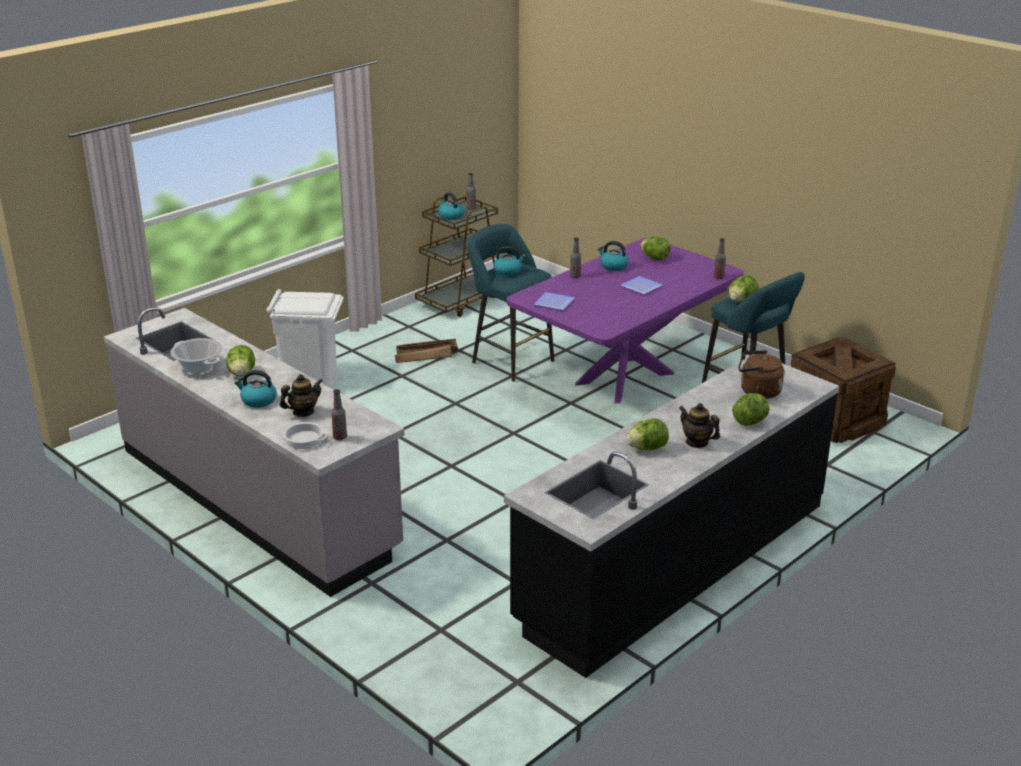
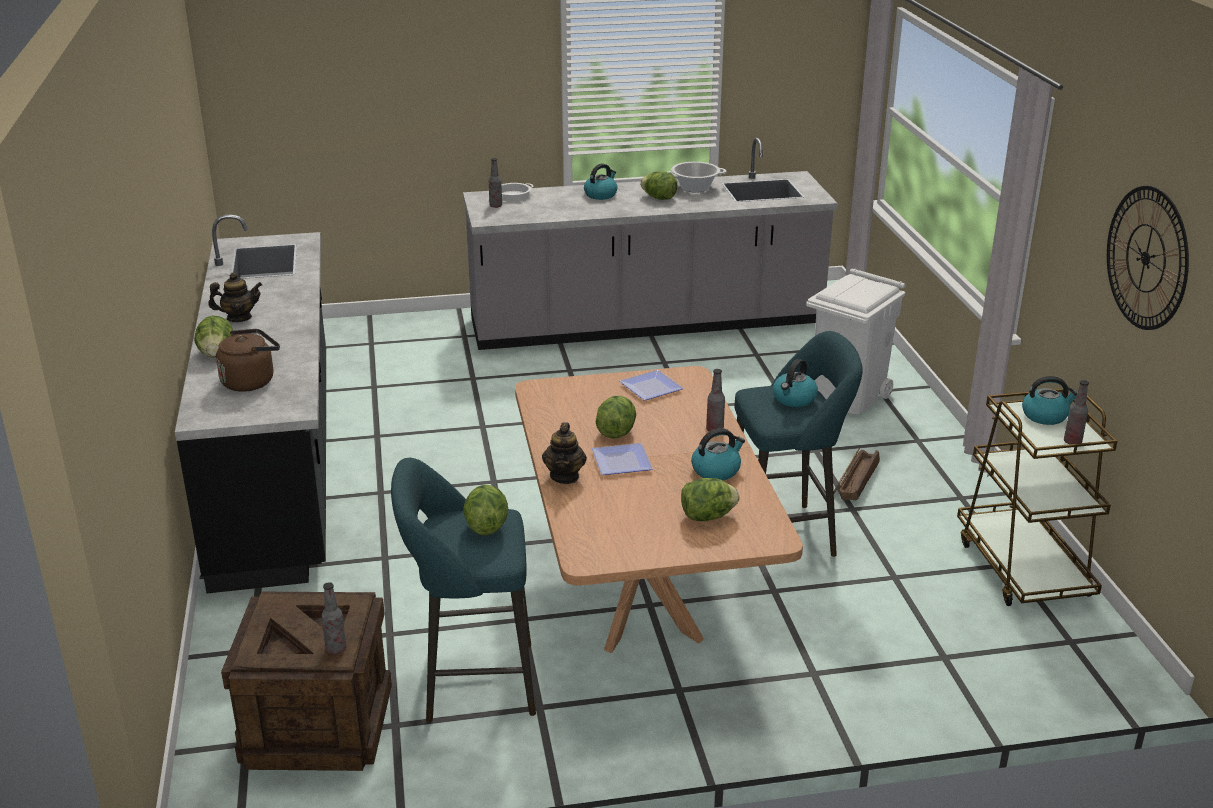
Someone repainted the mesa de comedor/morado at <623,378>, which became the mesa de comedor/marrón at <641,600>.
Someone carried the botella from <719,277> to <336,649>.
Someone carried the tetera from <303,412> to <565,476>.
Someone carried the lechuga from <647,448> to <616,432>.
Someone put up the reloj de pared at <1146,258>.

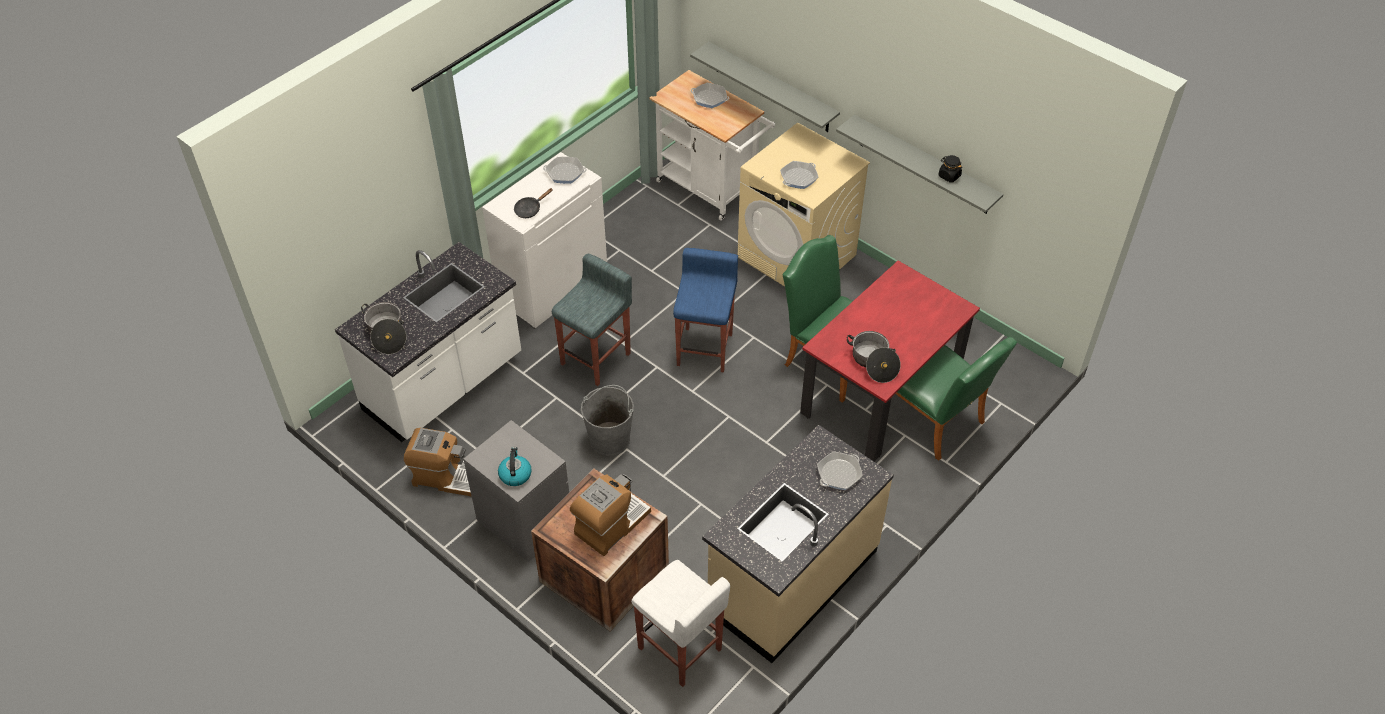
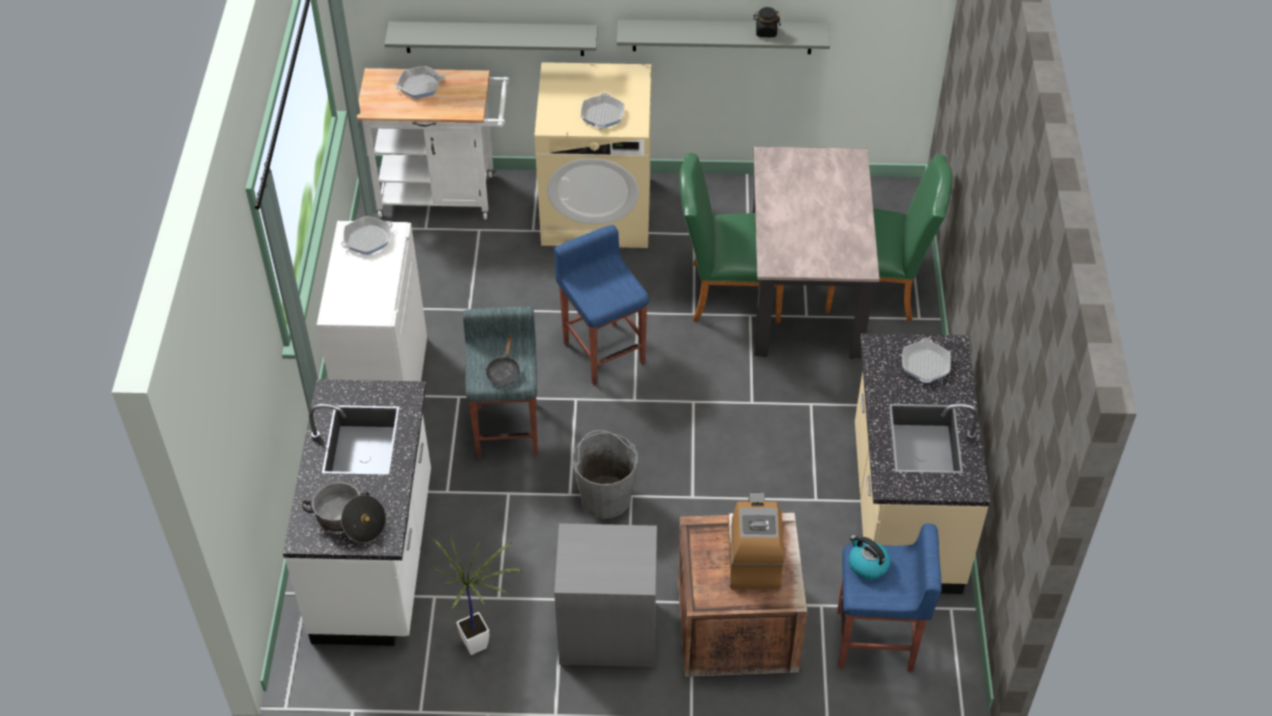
Someone carried the sartén/negro from <530,209> to <504,372>.
Someone repainted the mesa de comedor/rojo at <880,394>, which became the mesa de comedor/beis at <805,293>.
Someone took away the olla at <873,362>.
Someone swapped the cafetera at <446,476> for the planta en maceta at <481,645>.
Someone carried the hervidor from <515,474> to <867,565>.
Someone repainted the taburete/blanco at <680,650>, which became the taburete/azul at <876,641>.

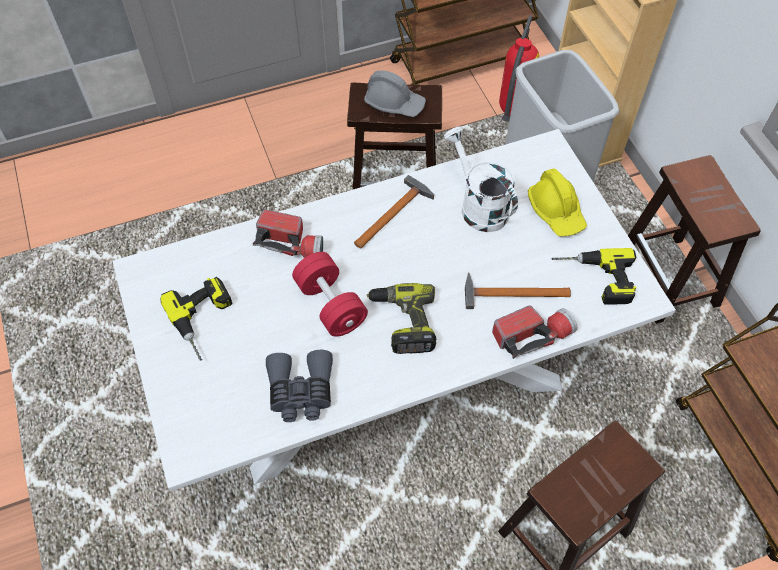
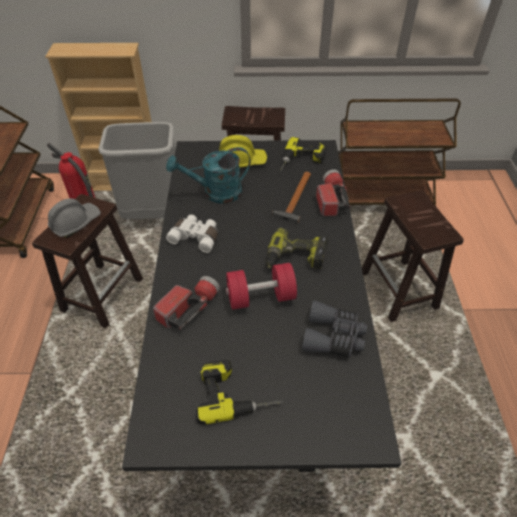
Someone repainted the regadera/blanco at <478,205>, which became the regadera/turquesa at <216,193>.
Someone repainted the mesa de comedor/blanco at <389,379>, which became the mesa de comedor/negro at <260,348>.
Someone swapped the martillo at <394,213> for the prismáticos/blanco at <196,237>.

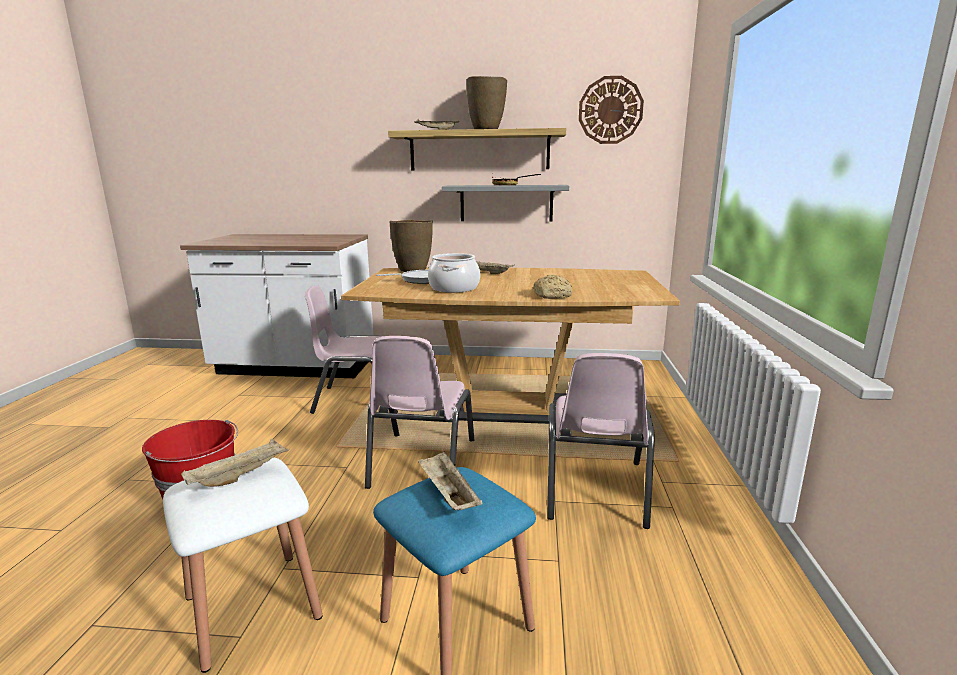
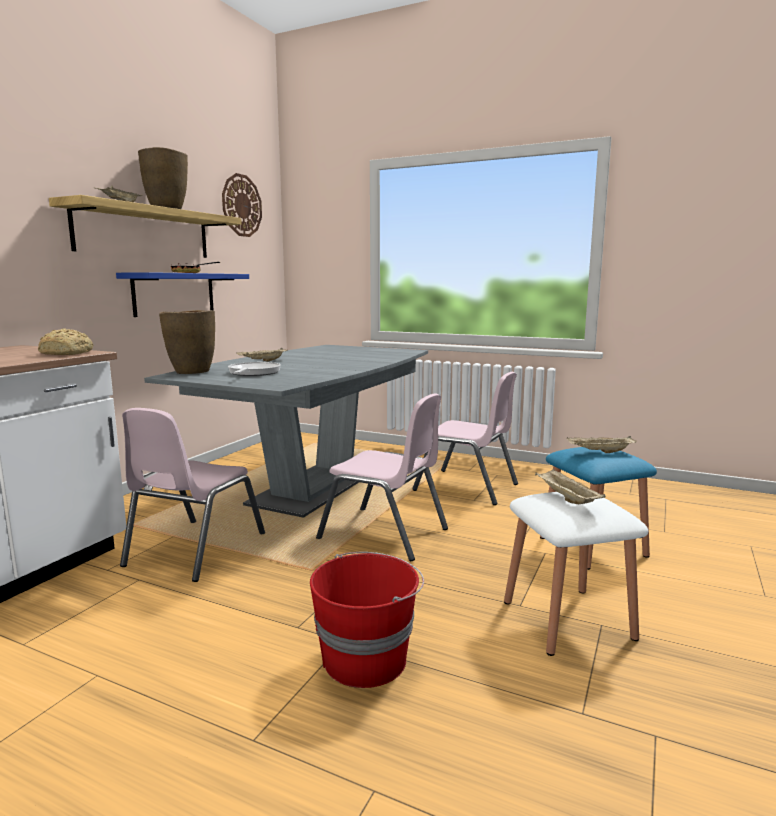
Someone repainted the estante/gris at <506,203>, which became the estante/azul at <174,294>.
Someone took away the olla at <454,288>.
Someone repainted the mesa de comedor/marrón at <507,408>, which became the mesa de comedor/gris at <313,489>.
Someone carried the pan from <553,296> to <68,353>.

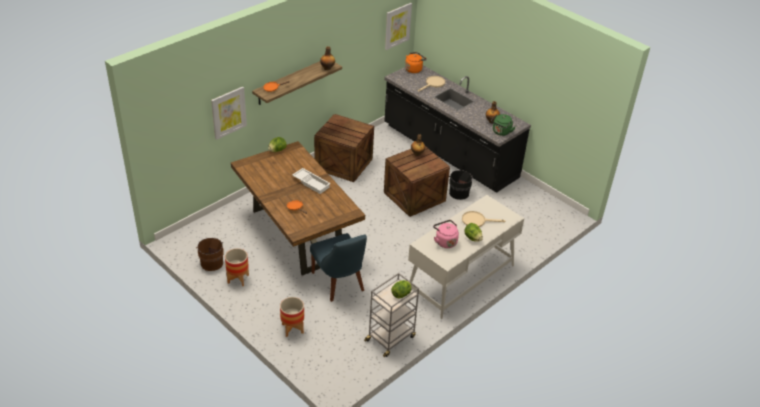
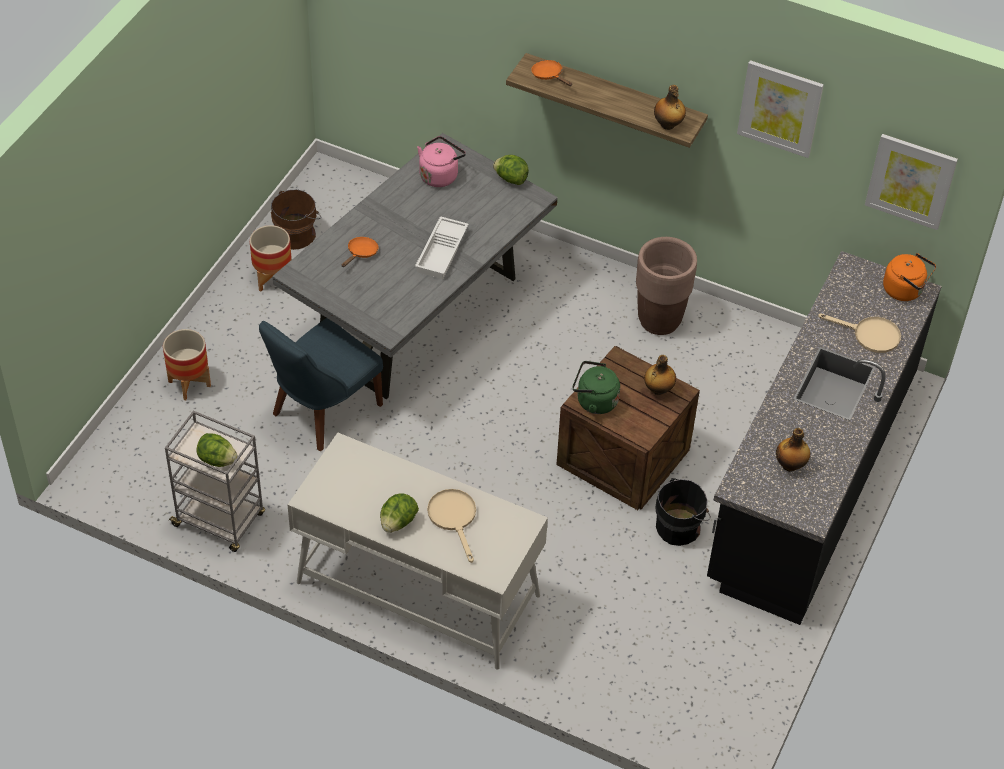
Someone carried the cuadro from <228,112> to <780,108>.
Someone swapped the caja de embalaje at <343,164> for the maceta/marrón at <659,320>.
Someone carried the hervidor/verde from <501,132> to <594,401>.
Someone repainted the mesa de comedor/marrón at <297,235>, which became the mesa de comedor/gris at <418,318>.
Someone carried the hervidor/rosa from <445,241> to <440,175>.

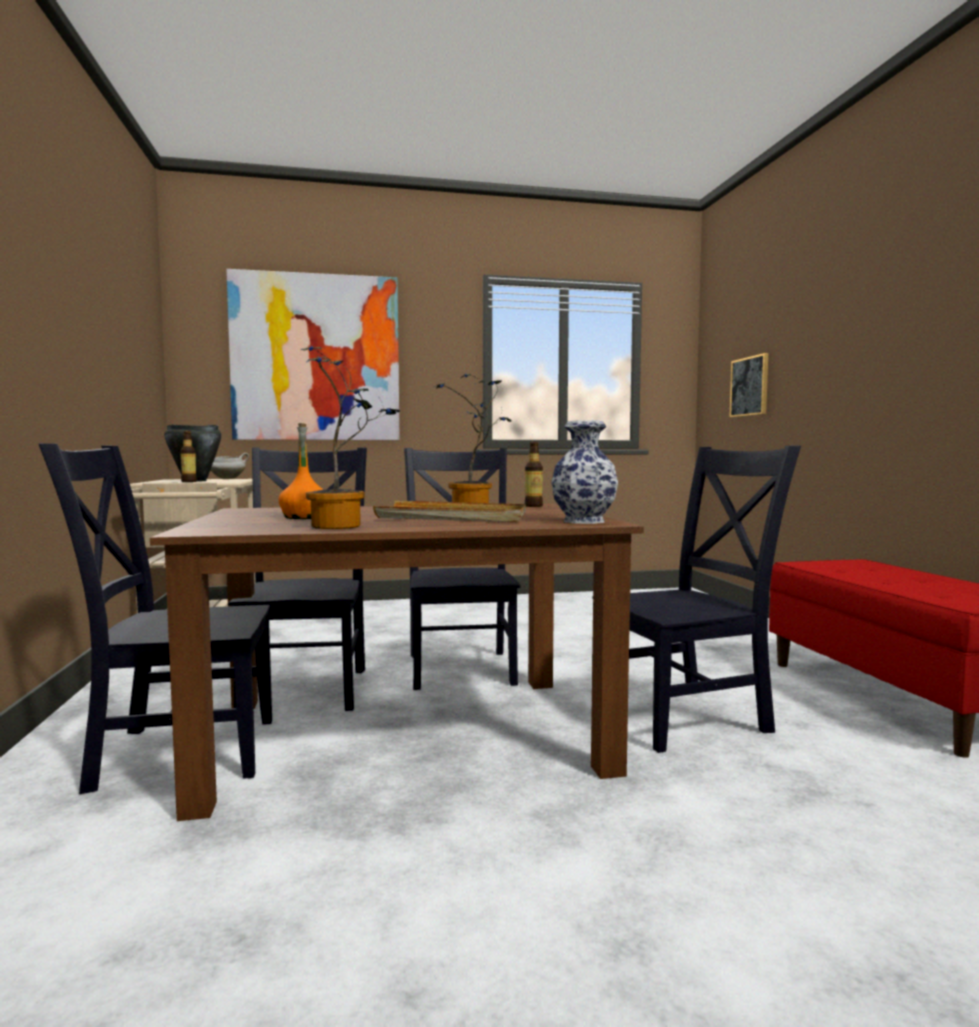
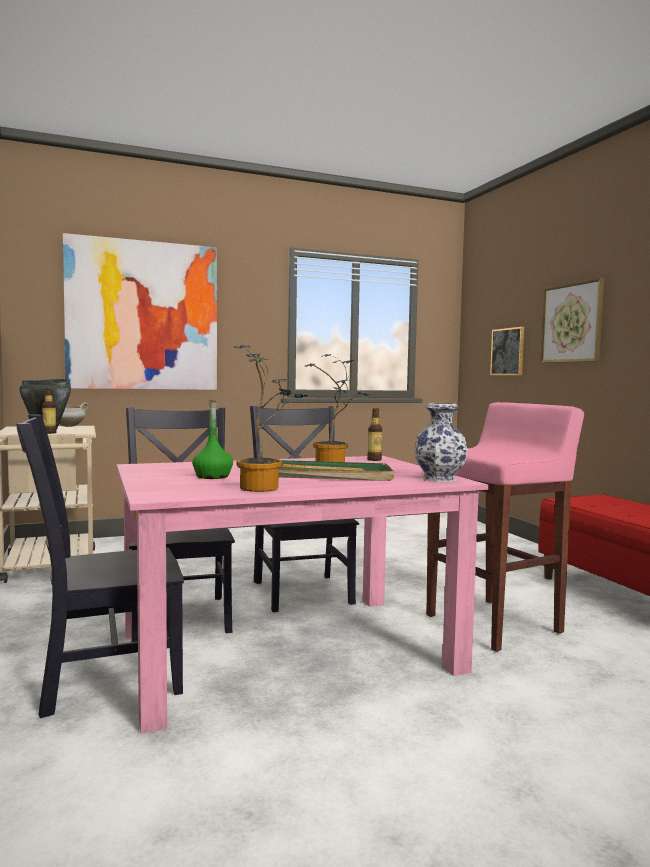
Someone repainted the botella/naranja at <304,517>, which became the botella/verde at <212,476>.
Someone swapped the silla/negro at <686,717> for the taburete/rosa at <495,624>.
Someone repainted the bandeja/beis at <453,517>, which became the bandeja/verde at <334,476>.
Someone repainted the mesa de comedor/marrón at <408,733>, which became the mesa de comedor/rosa at <288,649>.
Someone put up the cuadro at <572,323>.

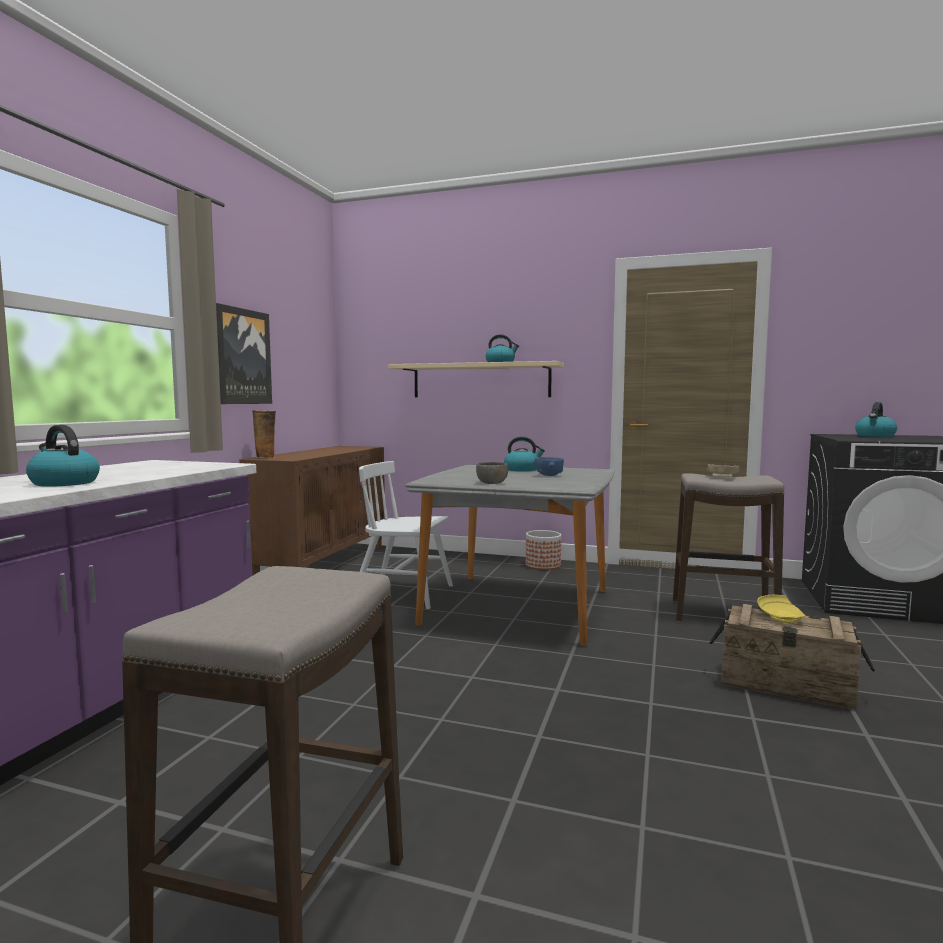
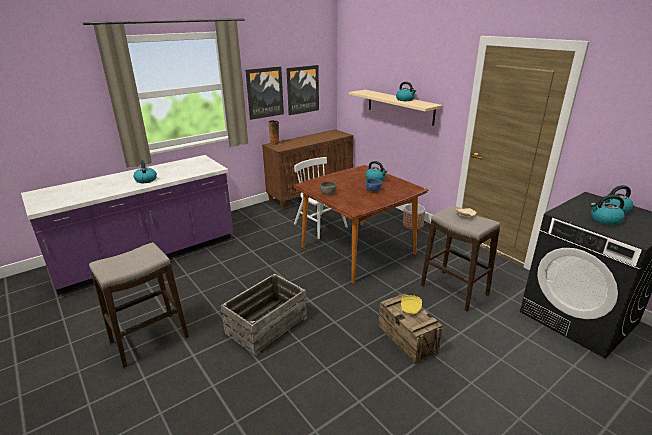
Someone repainted the mesa de comedor/gris at <518,607>, which became the mesa de comedor/marrón at <358,250>.
Someone put up the cuadro at <302,89>.
Someone put down the hervidor at <605,220>.
Someone put down the caja de embalaje at <266,325>.

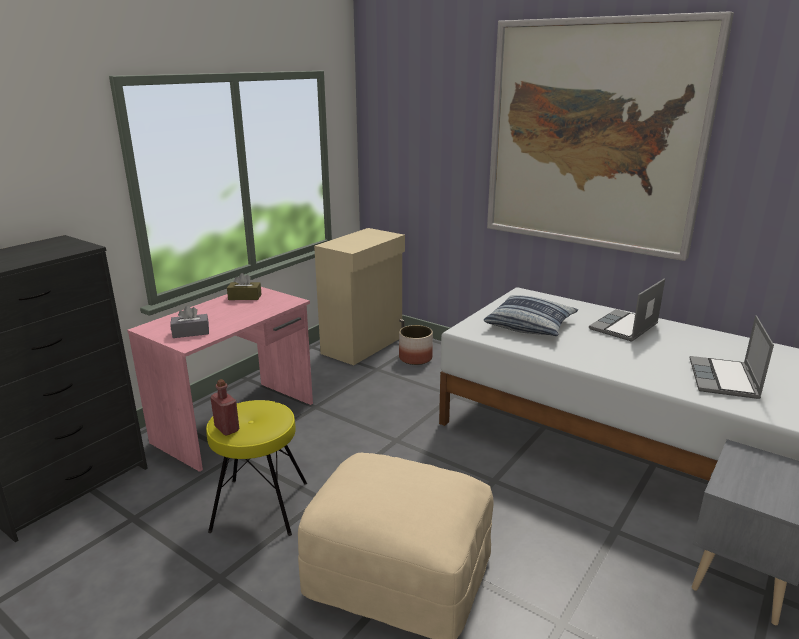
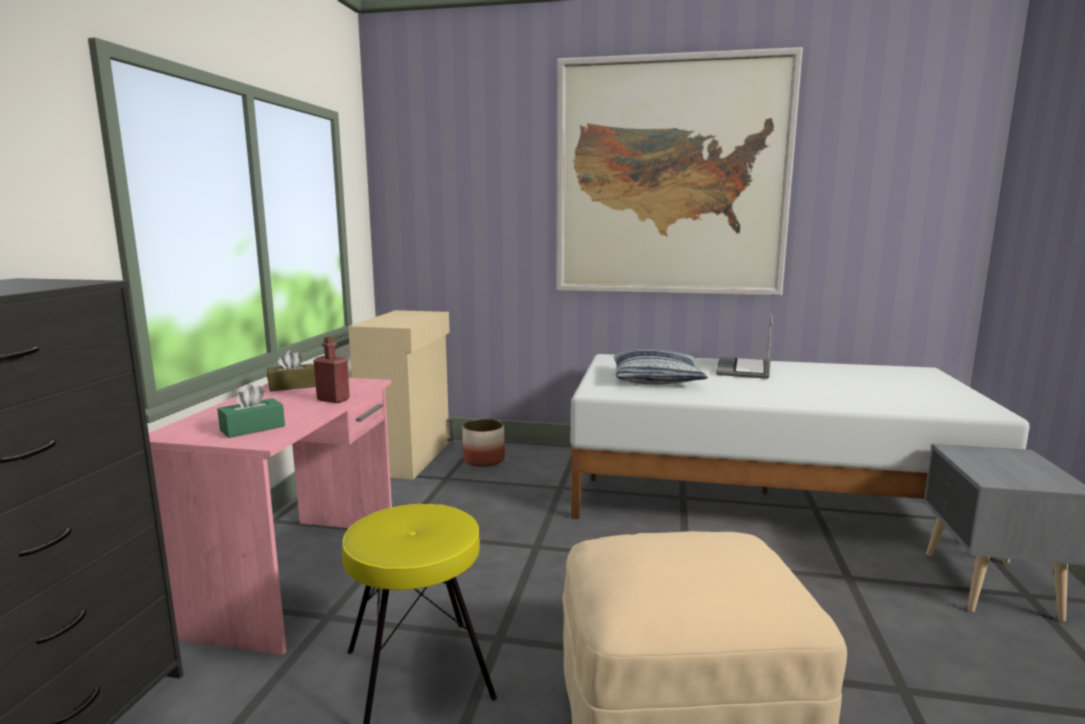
Someone repainted the caja de pañuelos/gris at <191,332>, which became the caja de pañuelos/verde at <252,428>.
Someone took away the portátil at <724,379>.
Someone carried the botella/rojo from <227,429> to <333,400>.

